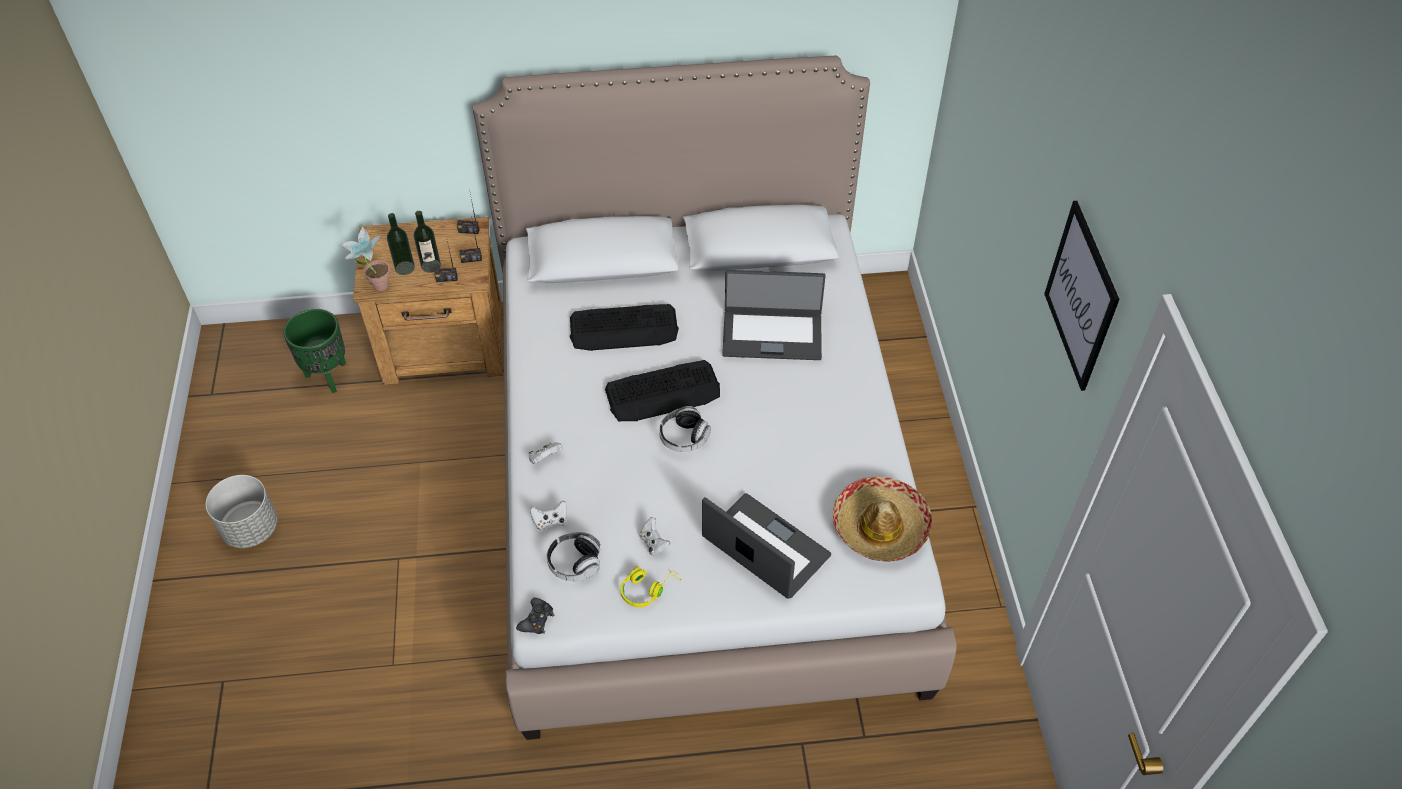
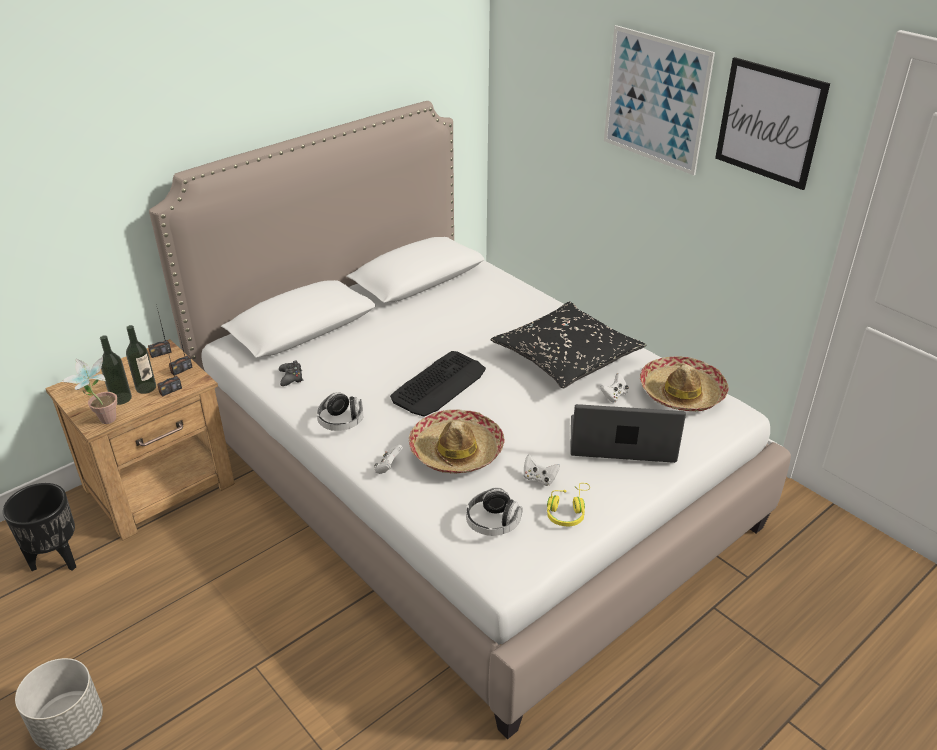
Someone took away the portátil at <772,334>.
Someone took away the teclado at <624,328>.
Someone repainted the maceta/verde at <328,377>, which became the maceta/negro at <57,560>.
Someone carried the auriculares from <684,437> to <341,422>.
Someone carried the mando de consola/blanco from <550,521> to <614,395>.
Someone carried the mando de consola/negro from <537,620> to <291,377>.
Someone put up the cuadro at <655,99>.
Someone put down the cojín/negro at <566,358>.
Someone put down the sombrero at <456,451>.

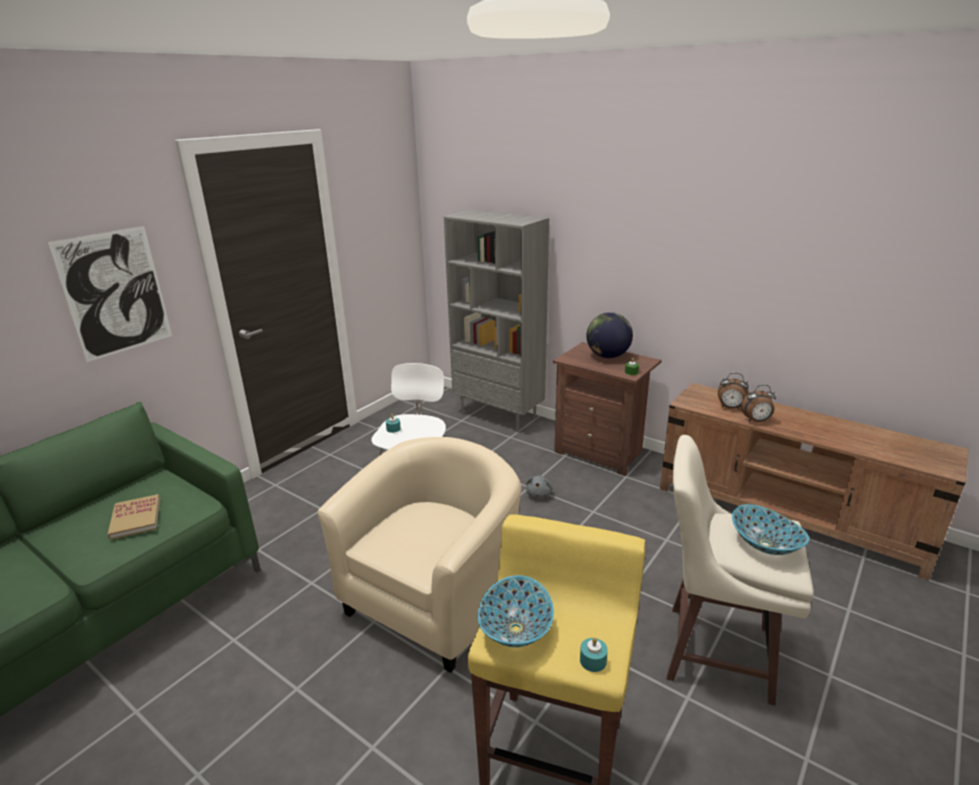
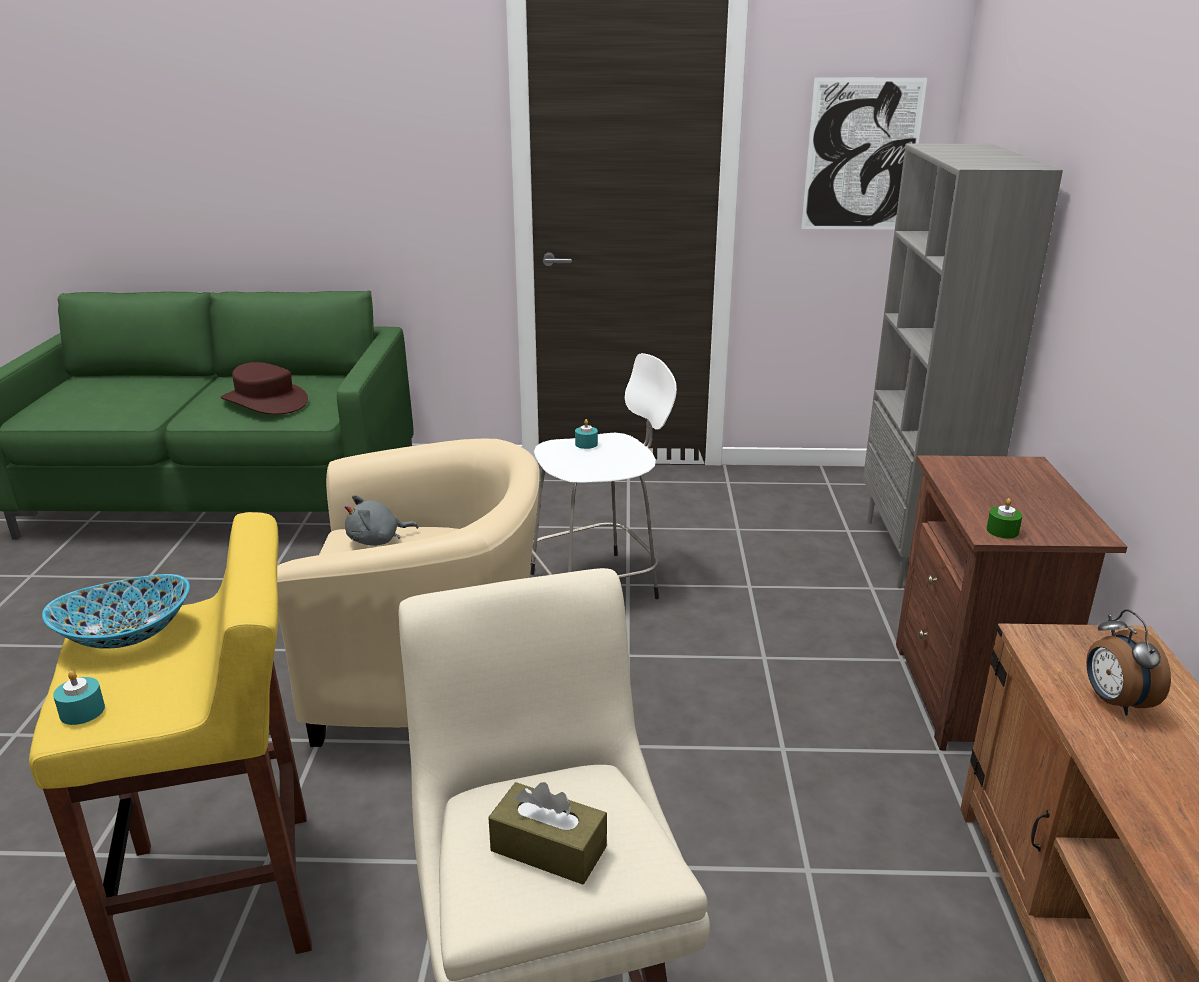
Someone carried the cuadro from <115,293> to <862,155>.
Someone took away the globo terráqueo at <607,356>.
Someone took away the despertador at <756,421>.
Someone carried the peluche/gris from <539,494> to <377,540>.
Someone swapped the libro at <135,518> for the sombrero/marrón at <265,401>.
Someone swapped the cuenco at <765,544> for the caja de pañuelos/marrón at <548,848>.

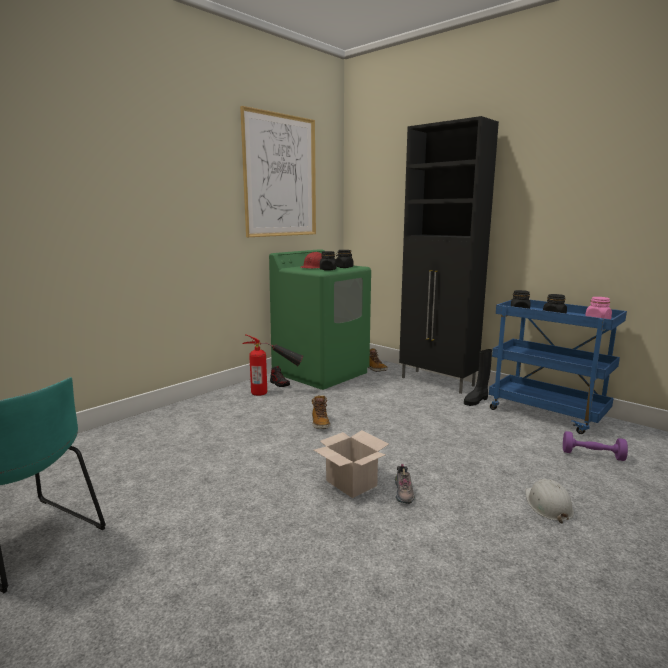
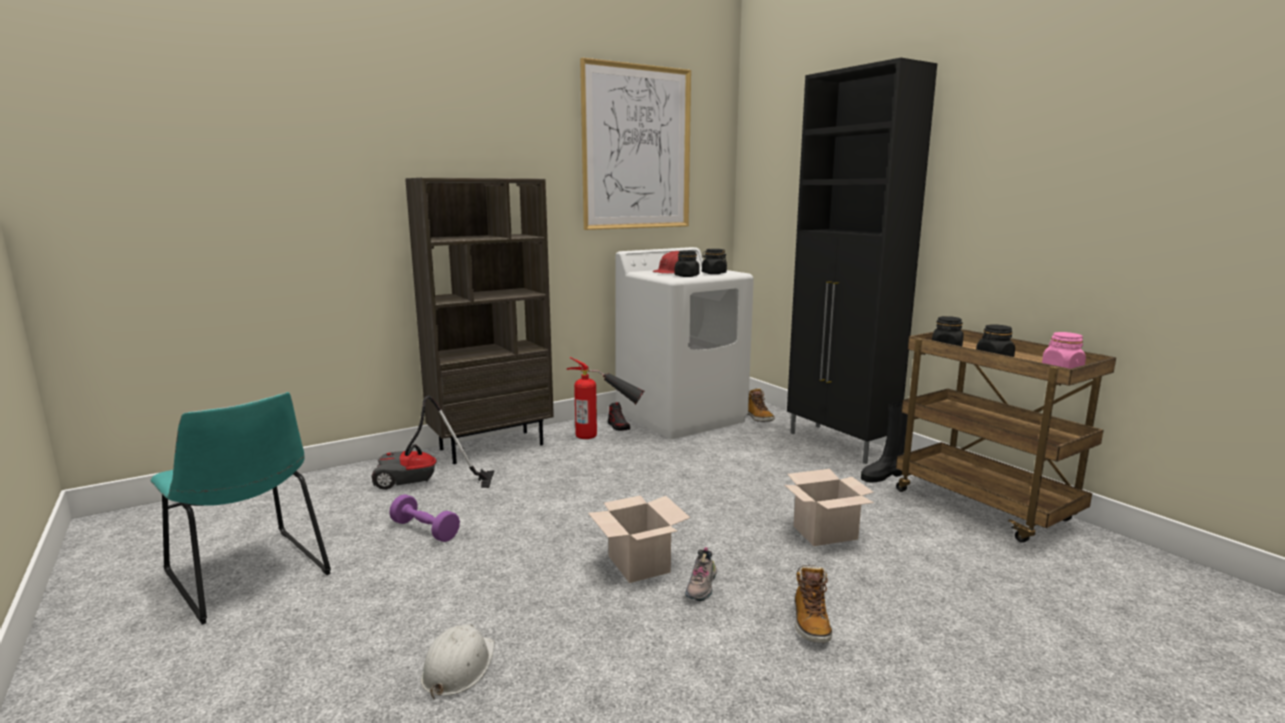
Someone repainted the lavadora/verde at <321,372>, which became the lavadora/blanco at <681,416>.
Someone repainted the carrito/azul at <548,413>, which became the carrito/marrón at <985,507>.
Someone carried the bota from <320,423> to <810,622>.
Someone carried the mancuerna/morado from <592,455> to <425,530>.
Someone carried the casco/blanco from <548,505> to <458,667>.
Someone put down the estantería/marrón at <492,446>.
Someone put down the aspiradora at <422,483>.
Someone put down the caja de cartón at <824,533>.

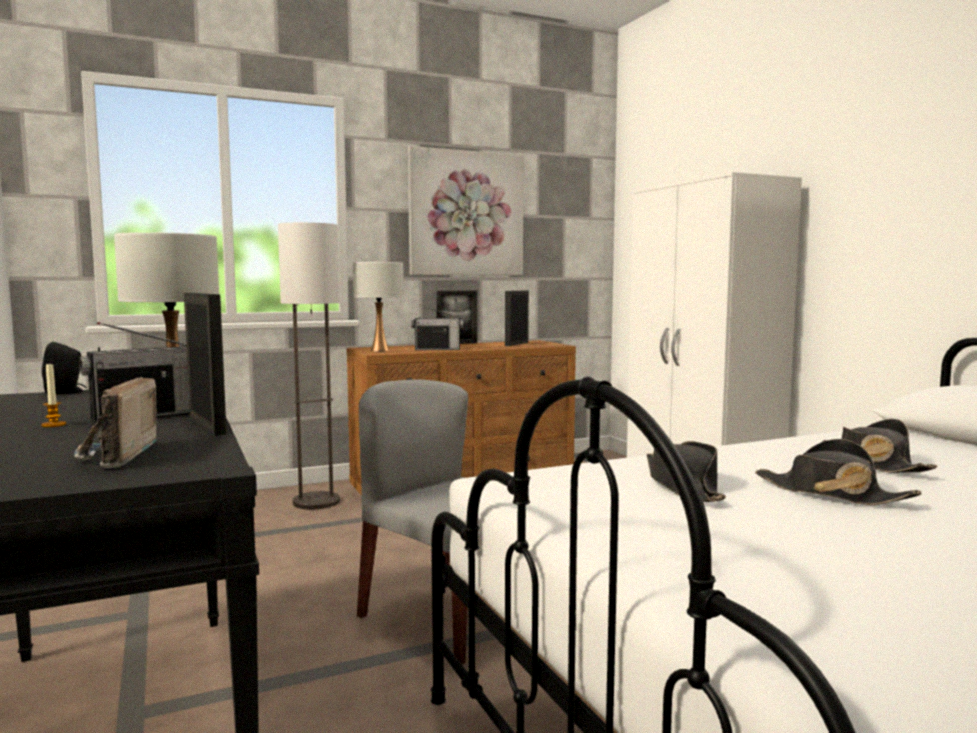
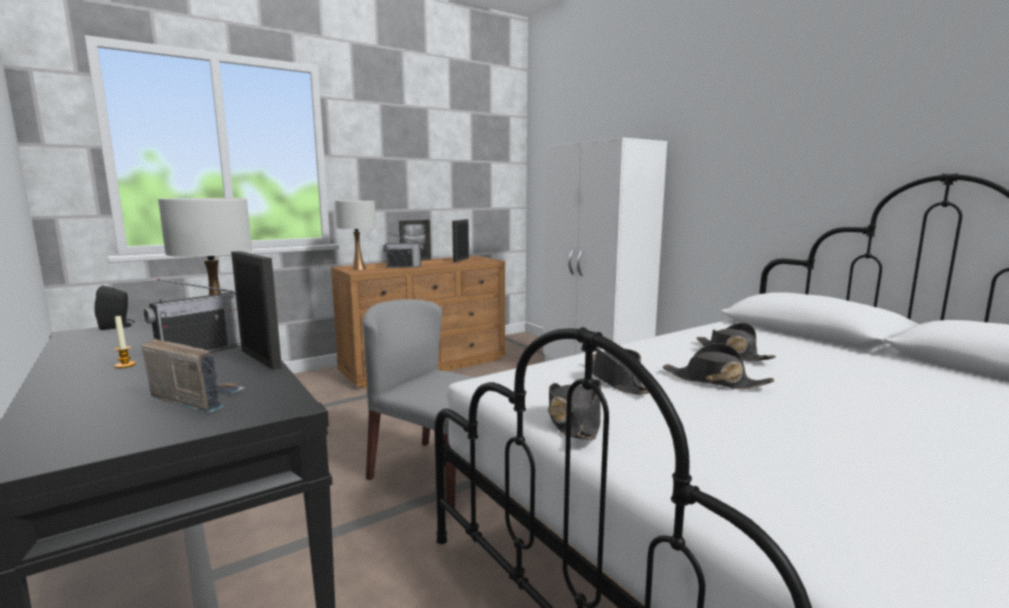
Someone took away the cuadro at <466,214>.
Someone took away the lámpara de pie at <316,502>.
Someone rotated the radio at <112,457> by 135 degrees clockwise.
Someone put down the sombrero/negro at <574,421>.

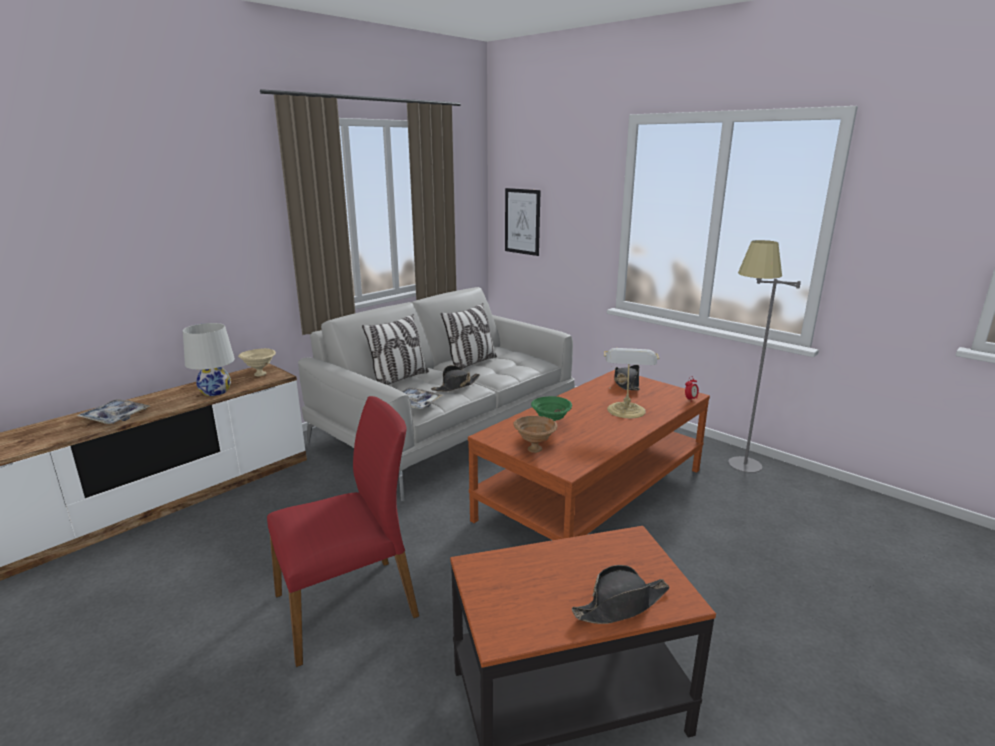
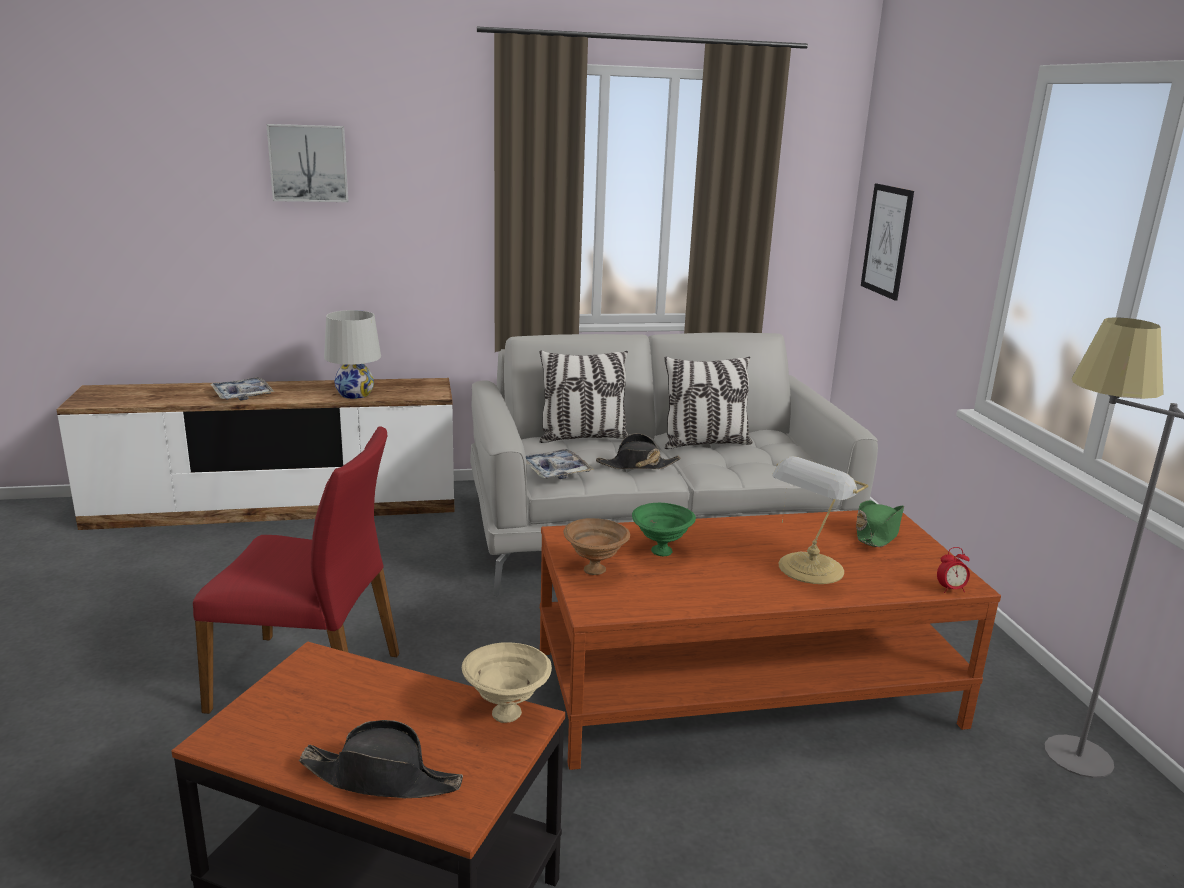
Someone carried the cuenco/beis from <259,374> to <505,712>.
Someone repainted the sombrero/negro at <626,384>, which became the sombrero/verde at <877,533>.
Someone put up the cuadro at <308,163>.

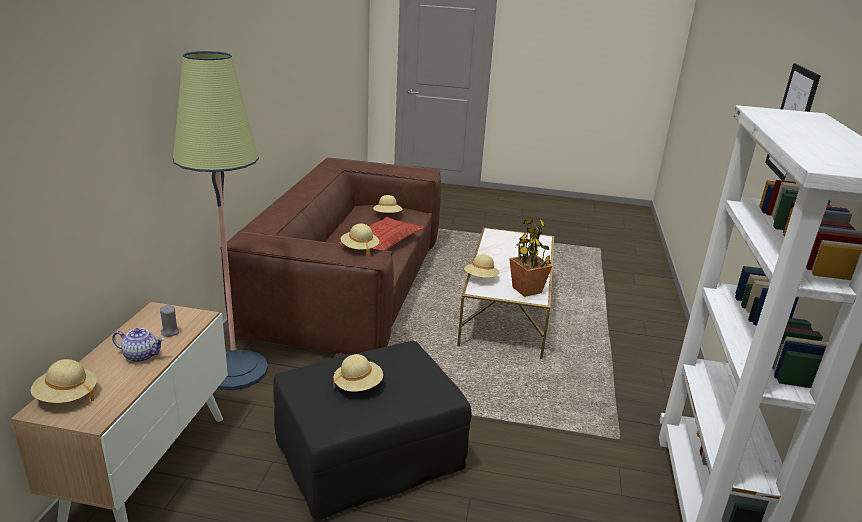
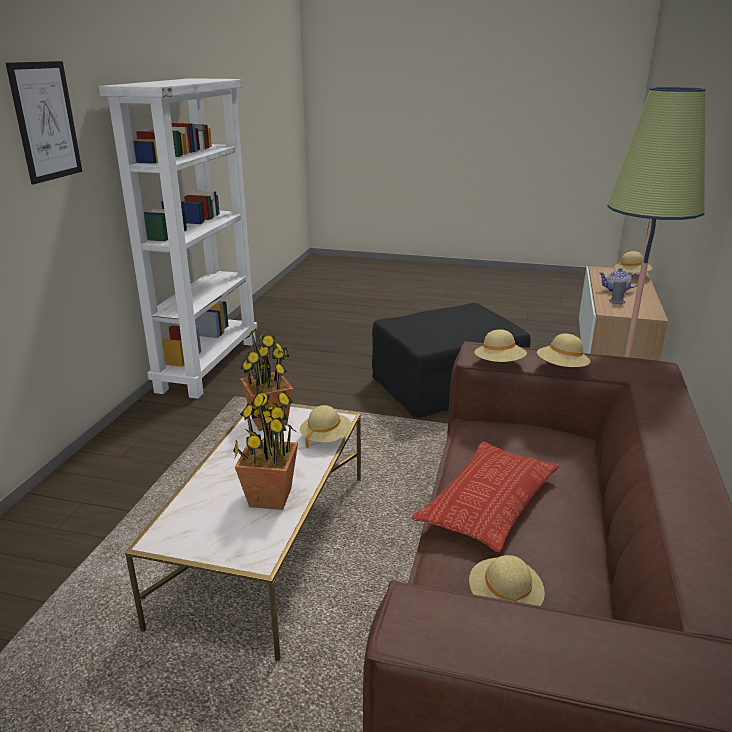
Someone carried the sombrero/beis from <358,385> to <561,368>.
Someone put down the planta en maceta at <269,497>.

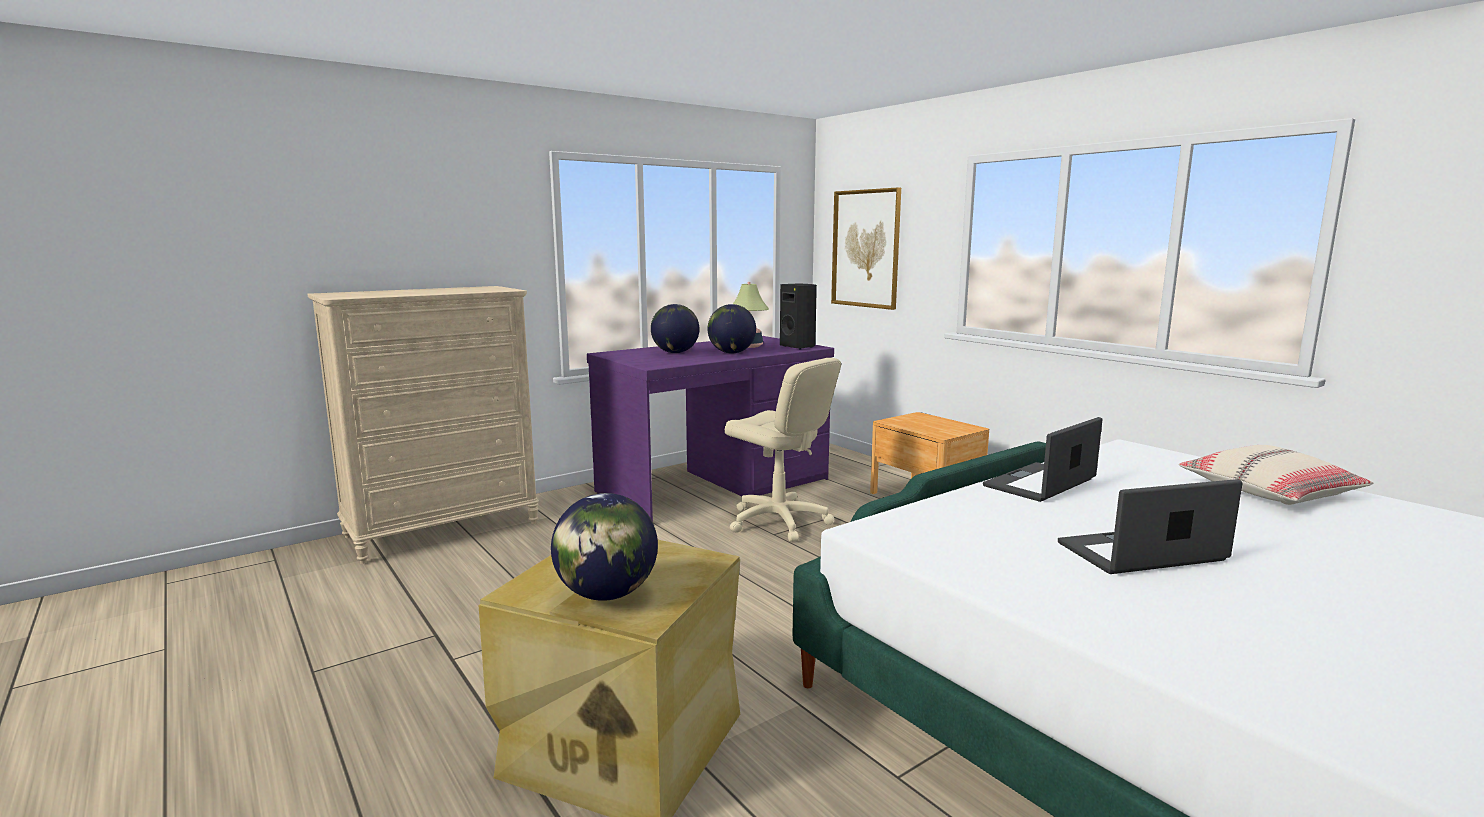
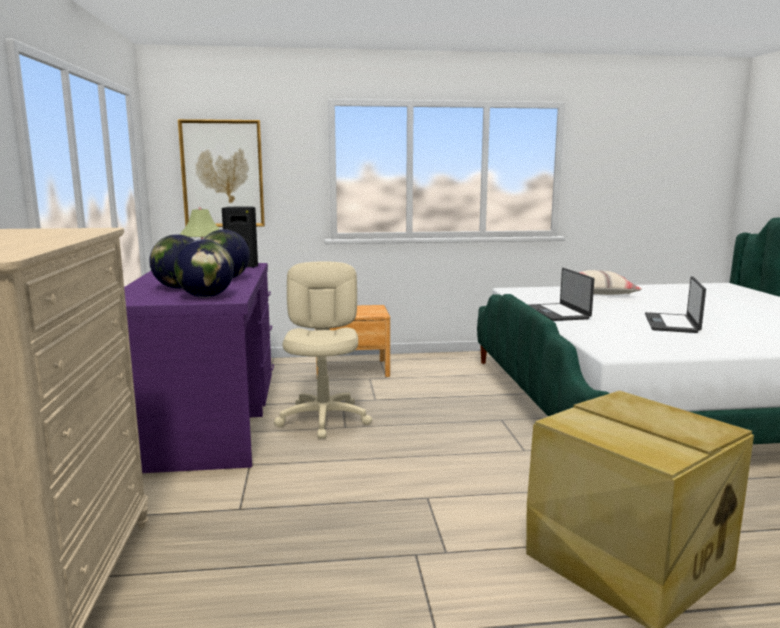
Someone rotated the silla de oficina/beis at <778,521> by 75 degrees counterclockwise.
Someone carried the globo terráqueo from <607,594> to <206,297>.

